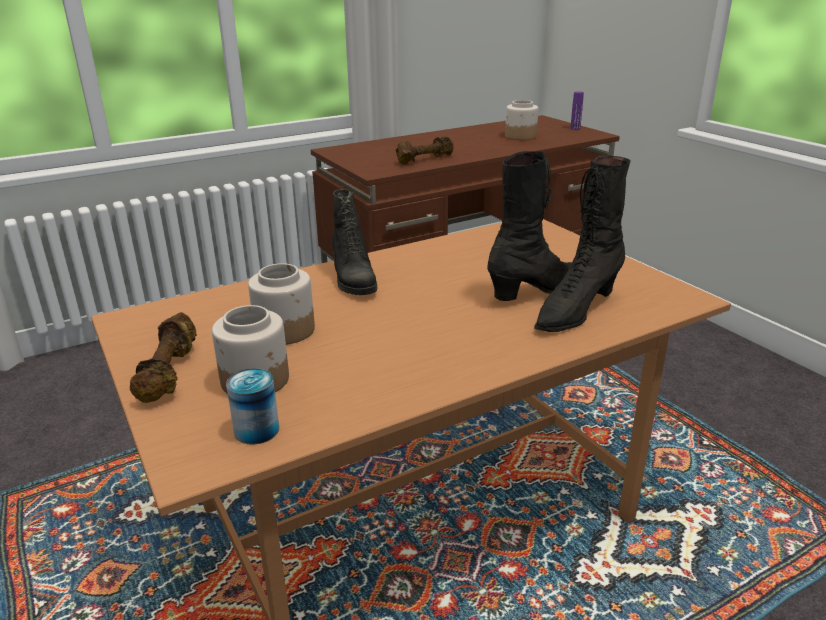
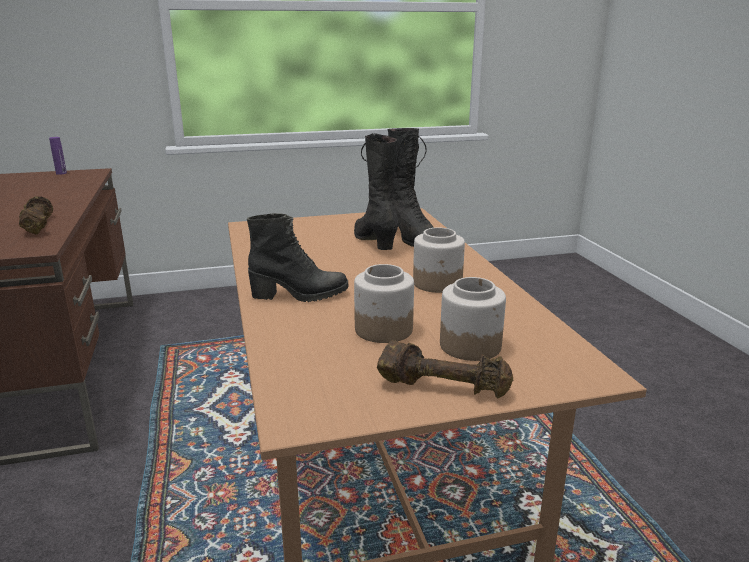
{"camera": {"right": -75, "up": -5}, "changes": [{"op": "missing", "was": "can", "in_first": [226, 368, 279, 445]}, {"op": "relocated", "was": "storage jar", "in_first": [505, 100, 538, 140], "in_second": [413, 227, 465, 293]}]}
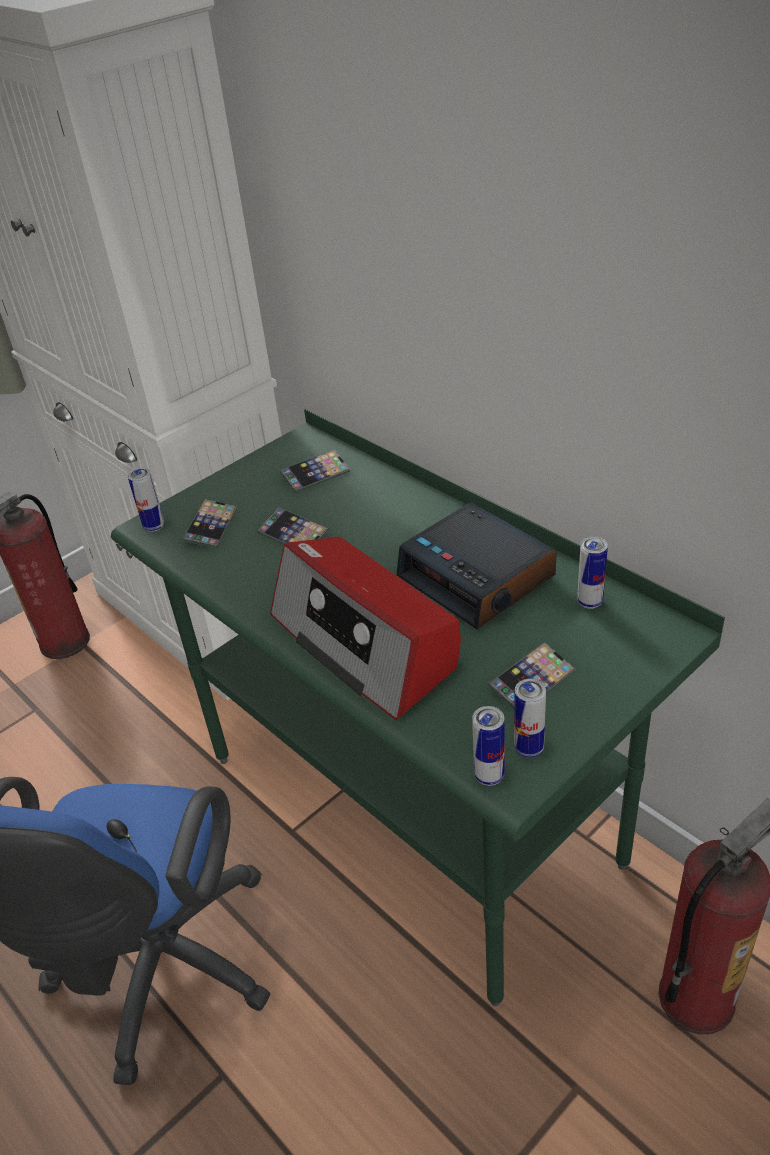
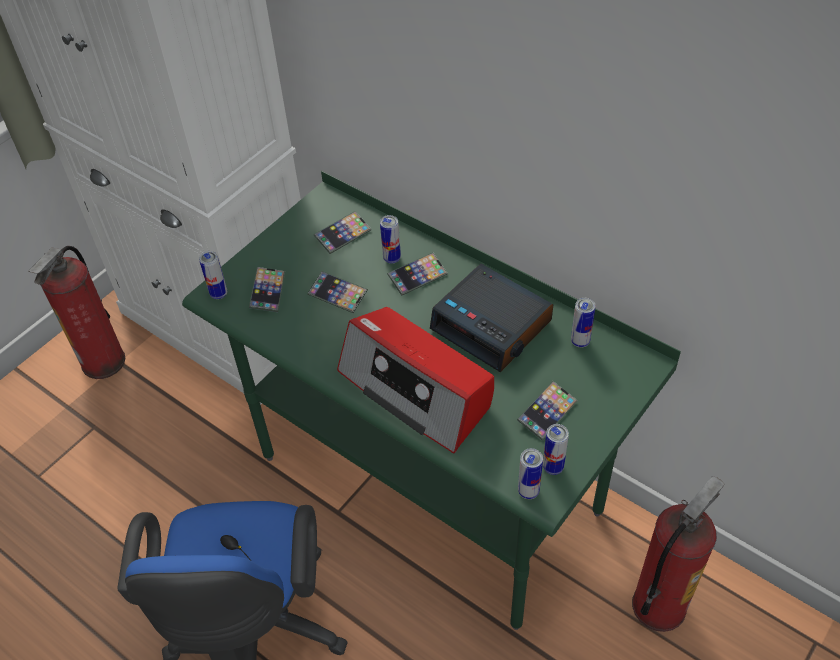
{"camera": {"right": -10, "up": 10}, "changes": [{"op": "appeared", "now": "can", "in_second": [380, 215, 401, 264]}, {"op": "appeared", "now": "phone", "in_second": [387, 252, 448, 296]}]}
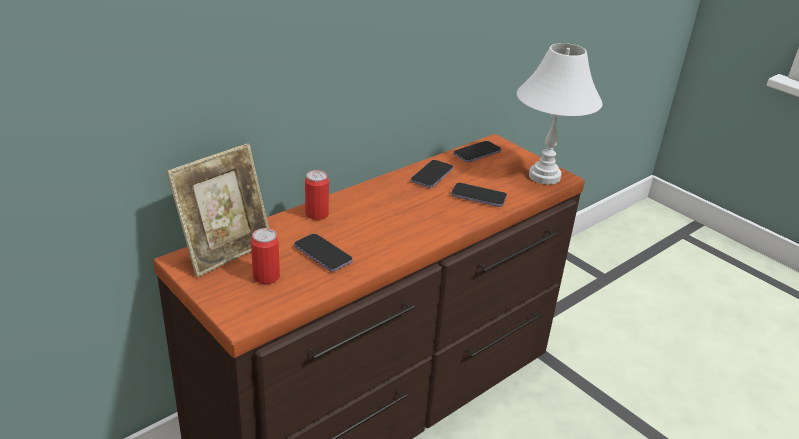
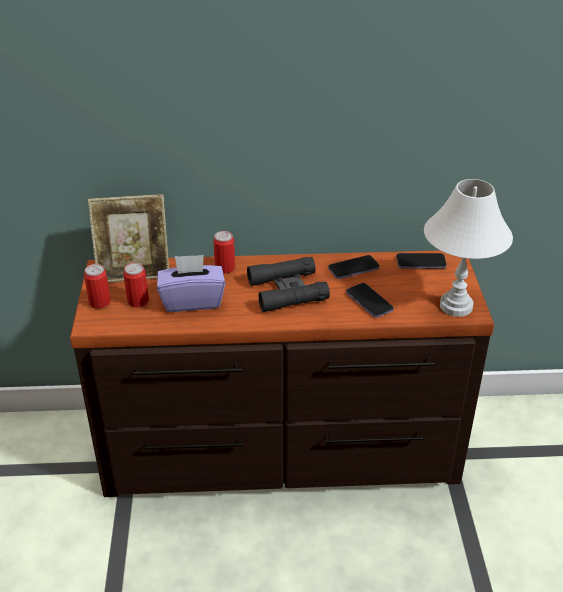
{"camera": {"right": 40, "up": 5}, "changes": [{"op": "appeared", "now": "can", "in_second": [84, 264, 111, 309]}, {"op": "appeared", "now": "blackish binoculars", "in_second": [247, 257, 330, 312]}, {"op": "exchanged", "was": "phone", "now": "purple-coloured tissue box", "in_first": [294, 234, 353, 272], "in_second": [157, 255, 225, 312]}]}
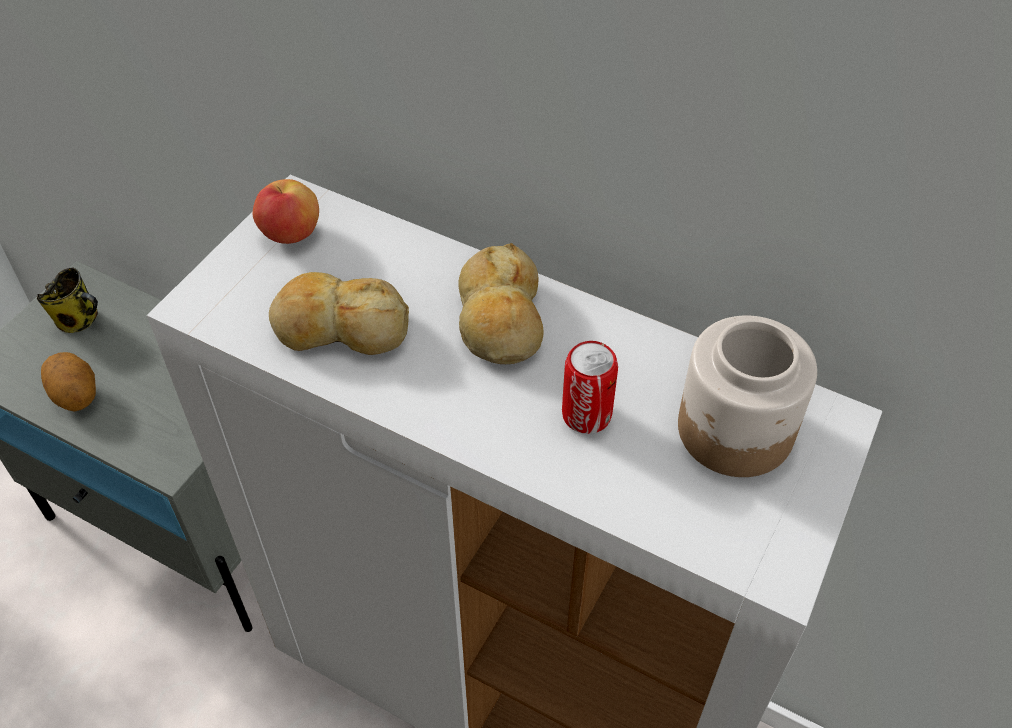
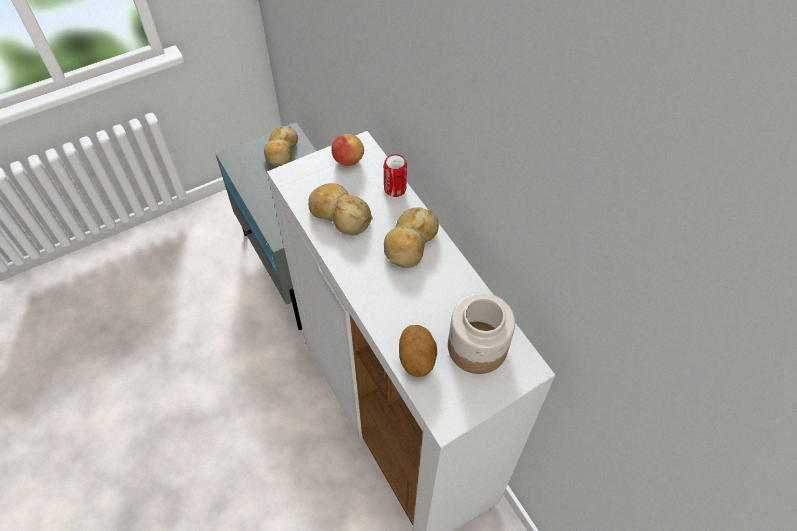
{"camera": {"right": 30, "up": 5}, "changes": [{"op": "relocated", "was": "potato", "in_first": [41, 352, 96, 412], "in_second": [399, 325, 437, 377]}, {"op": "relocated", "was": "can", "in_first": [562, 341, 618, 434], "in_second": [384, 154, 407, 197]}, {"op": "exchanged", "was": "coffee mug", "now": "bread", "in_first": [37, 268, 98, 333], "in_second": [264, 126, 298, 166]}]}
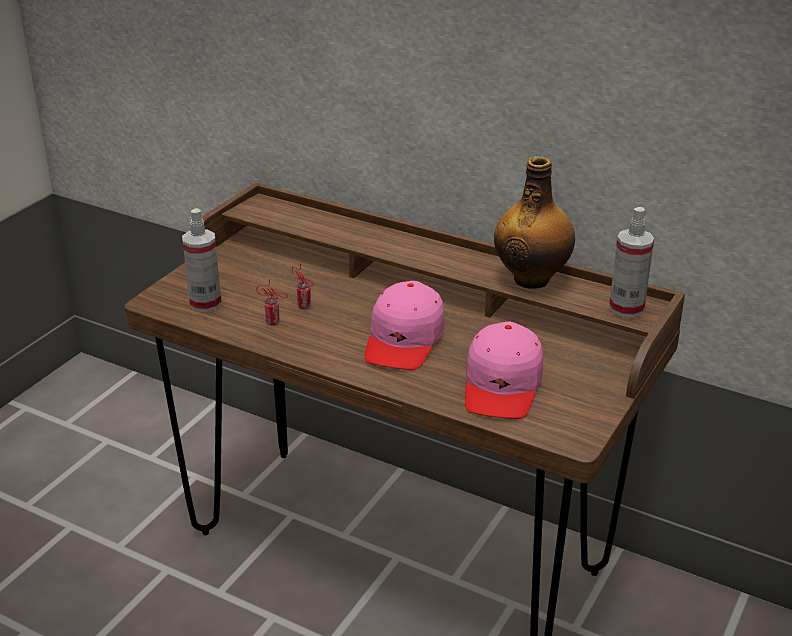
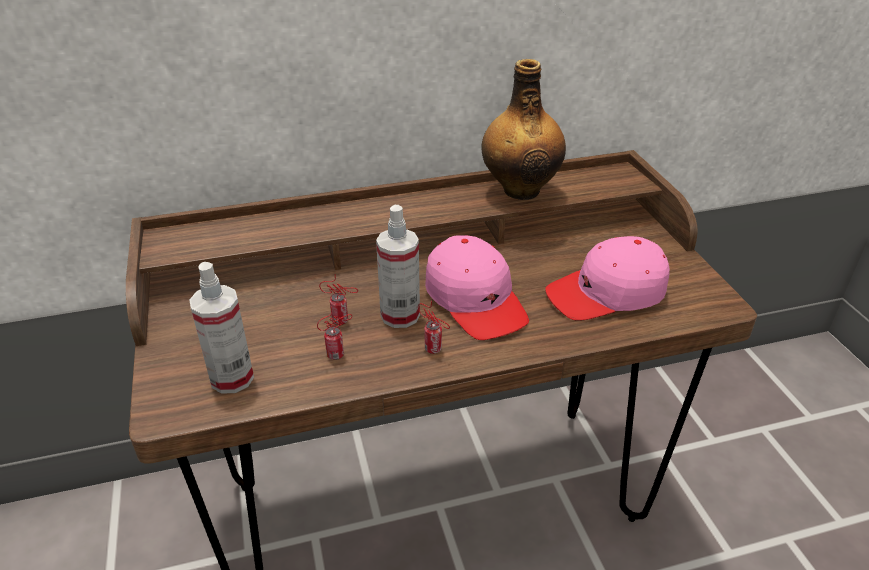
{"camera": {"right": -45, "up": 5}, "changes": [{"op": "appeared", "now": "can", "in_second": [418, 301, 450, 354]}, {"op": "relocated", "was": "sprayer", "in_first": [609, 207, 654, 318], "in_second": [376, 205, 420, 328]}, {"op": "spun", "was": "pink cap", "in_first": [465, 322, 543, 419], "in_second": [545, 236, 670, 320], "clockwise": 105}]}
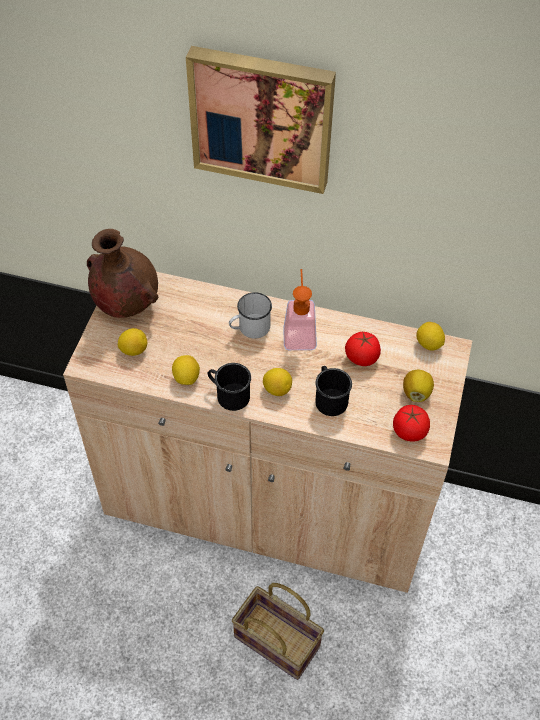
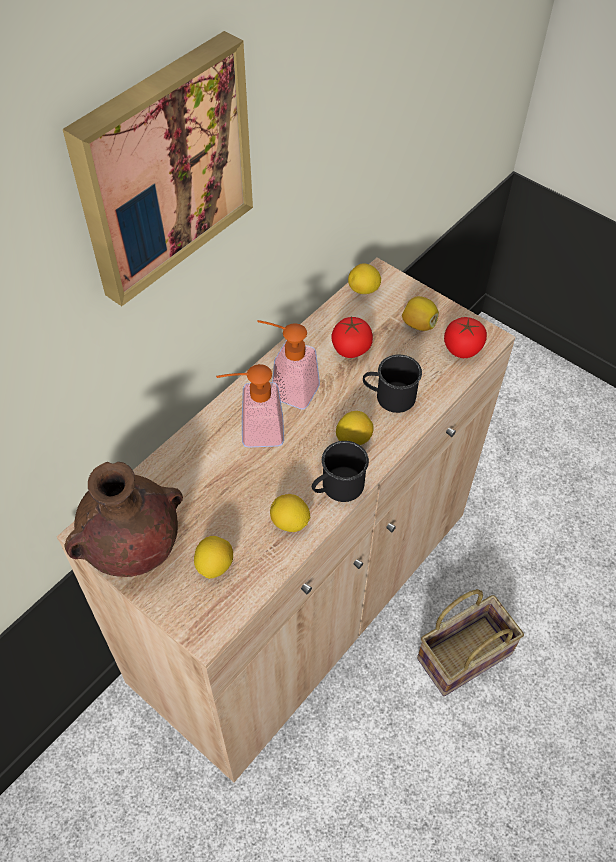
{"camera": {"right": -65, "up": 0}, "changes": [{"op": "exchanged", "was": "white coffee mug", "now": "soap dispenser", "in_first": [229, 292, 272, 339], "in_second": [216, 364, 284, 448]}]}
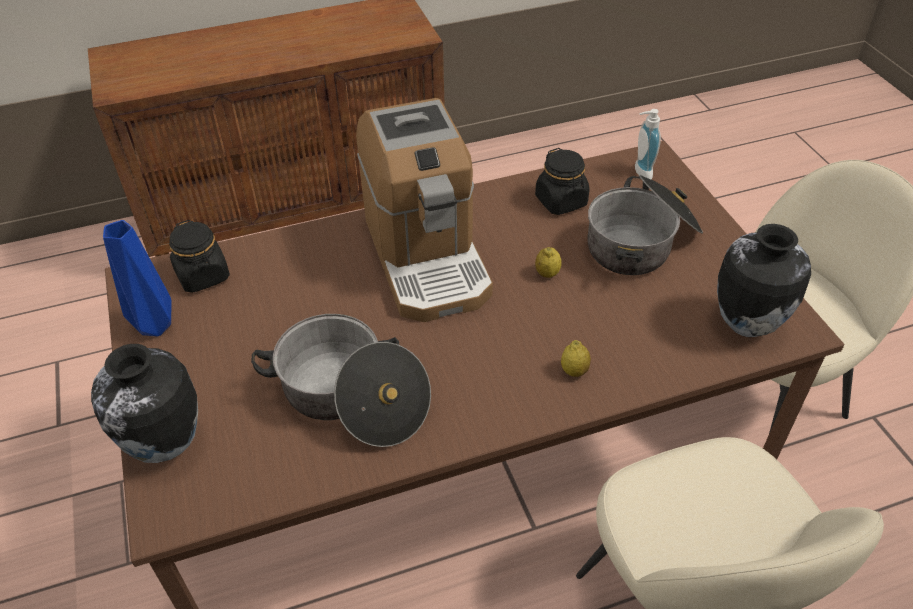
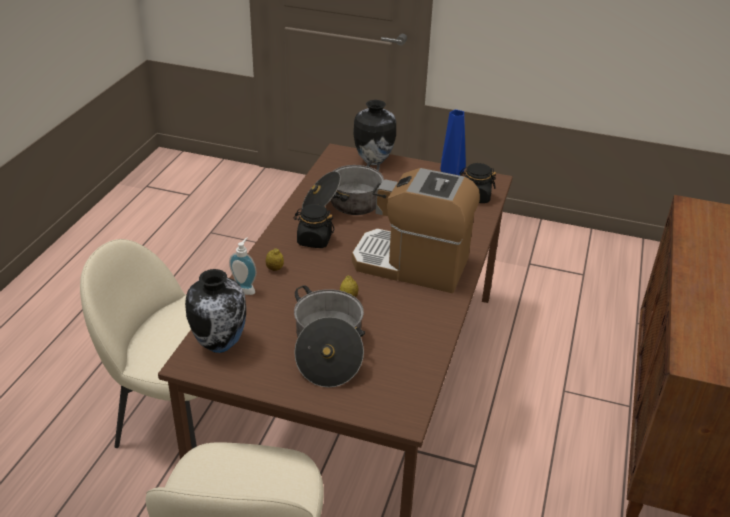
{"camera": {"right": 125, "up": -10}, "changes": [{"op": "relocated", "was": "blackish storage jar", "in_first": [535, 148, 590, 215], "in_second": [293, 204, 334, 248]}, {"op": "relocated", "was": "soap dispenser", "in_first": [635, 109, 661, 179], "in_second": [229, 238, 257, 295]}]}
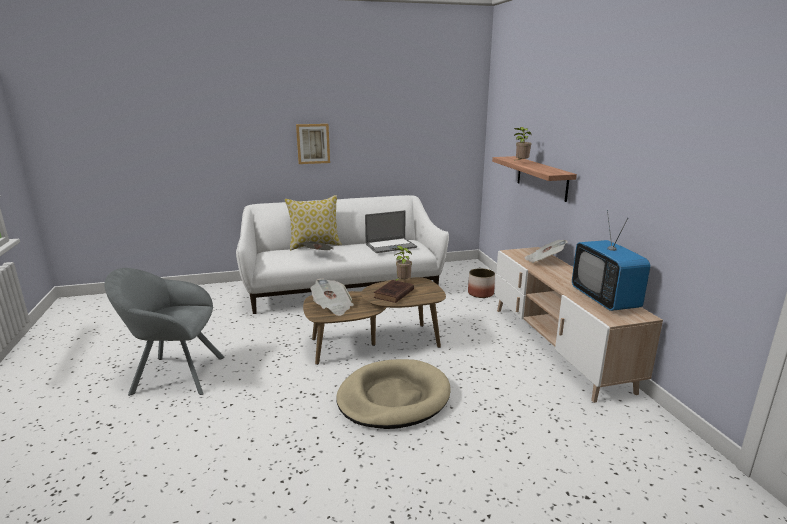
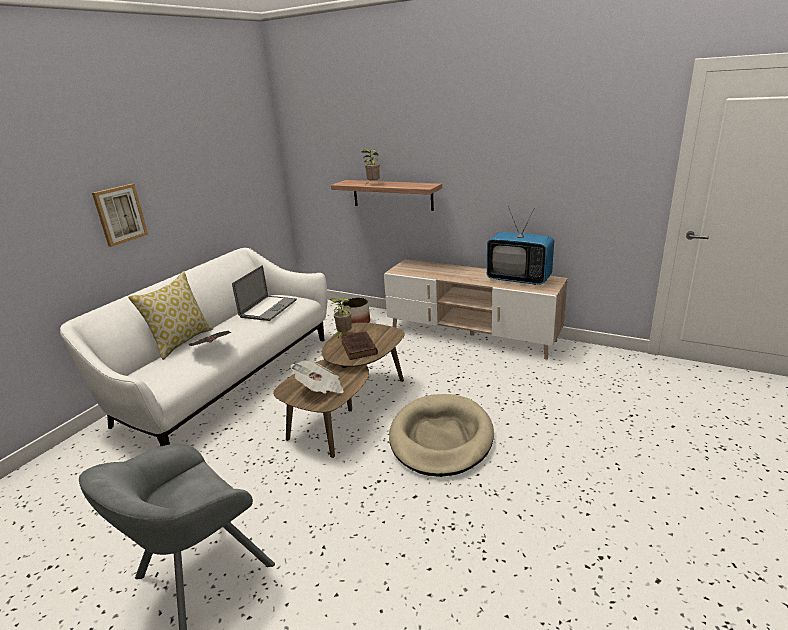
{"camera": {"right": -45, "up": 5}, "changes": [{"op": "missing", "was": "printed paper", "in_first": [524, 240, 568, 263]}]}
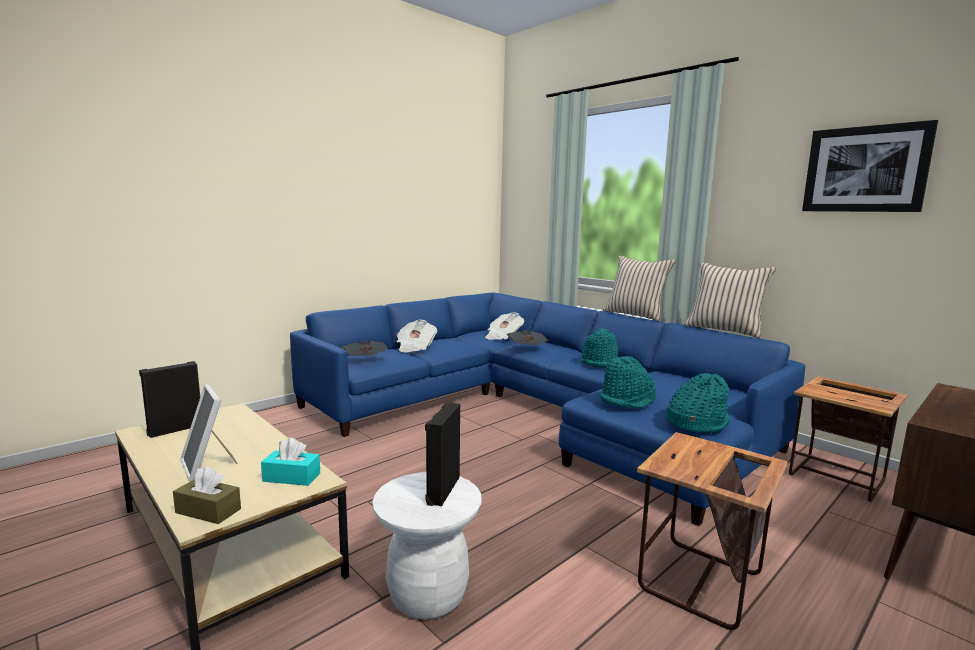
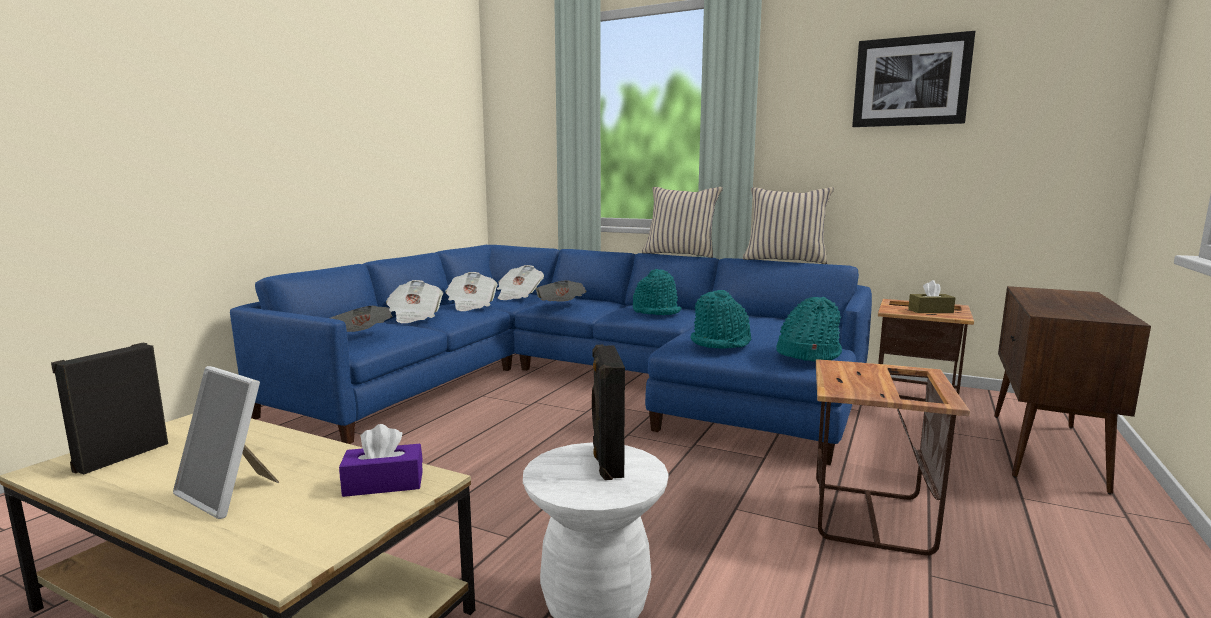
{"camera": {"right": -20, "up": 0}, "changes": [{"op": "appeared", "now": "printed paper", "in_second": [445, 272, 498, 311]}, {"op": "relocated", "was": "brown tissue box", "in_first": [173, 466, 241, 524], "in_second": [908, 280, 955, 313]}, {"op": "colour", "was": "turquoise-coloured tissue box", "now": "purple-coloured tissue box", "in_first": [261, 438, 320, 486], "in_second": [339, 424, 423, 497]}]}
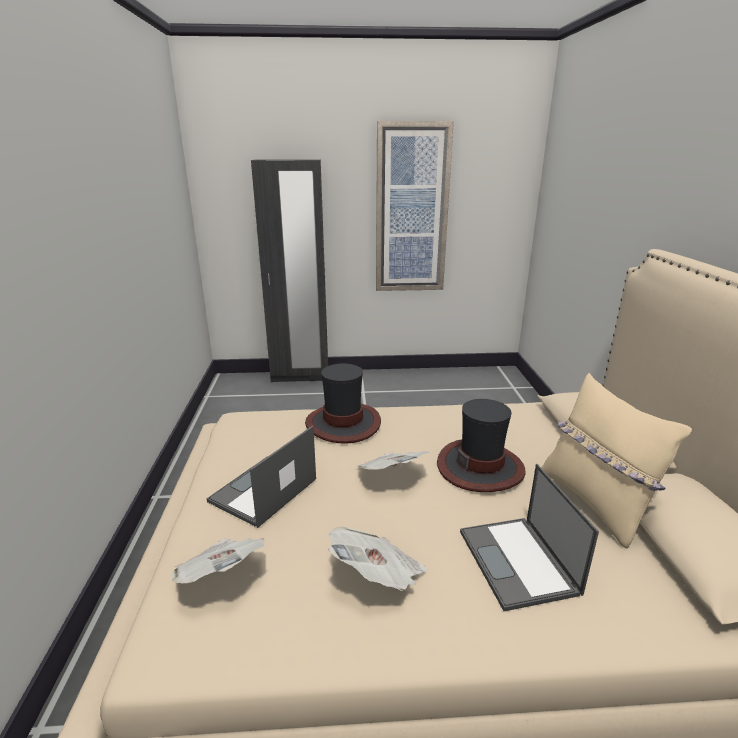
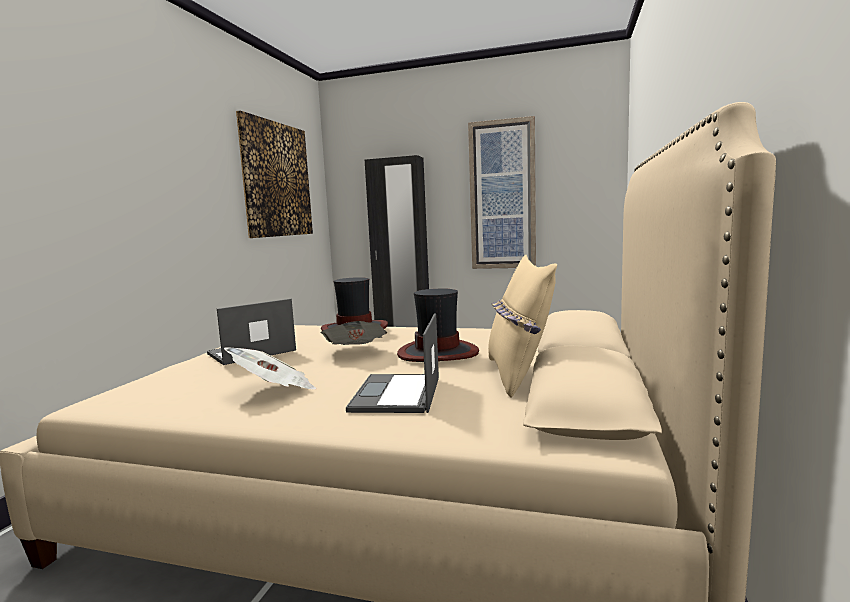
{"camera": {"right": 20, "up": -15}, "changes": [{"op": "missing", "was": "printed paper", "in_first": [172, 538, 265, 583]}, {"op": "appeared", "now": "picture", "in_second": [236, 111, 313, 238]}]}
